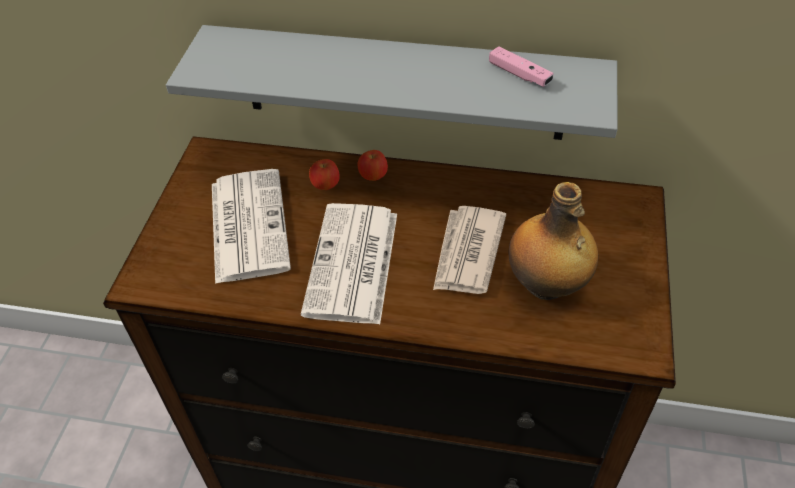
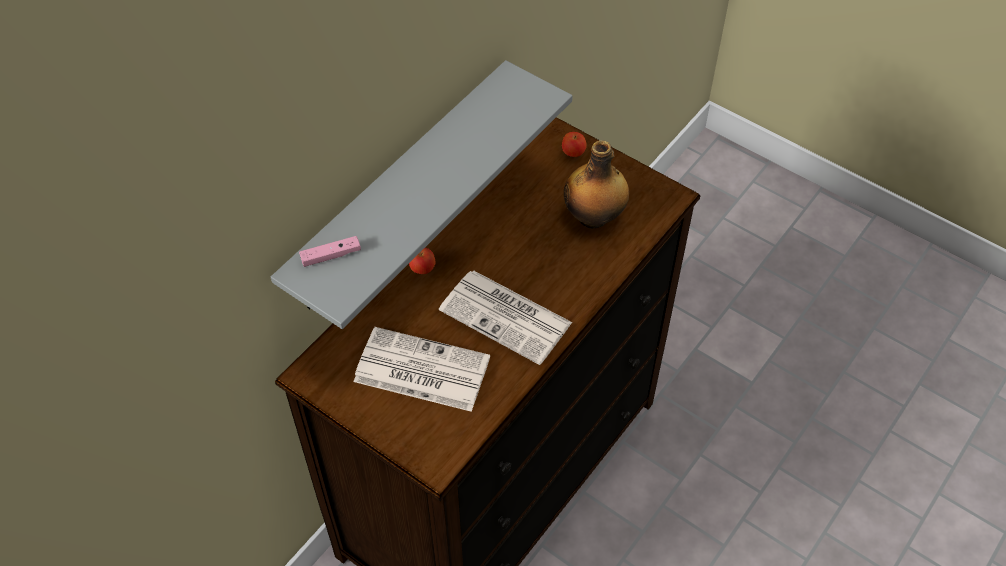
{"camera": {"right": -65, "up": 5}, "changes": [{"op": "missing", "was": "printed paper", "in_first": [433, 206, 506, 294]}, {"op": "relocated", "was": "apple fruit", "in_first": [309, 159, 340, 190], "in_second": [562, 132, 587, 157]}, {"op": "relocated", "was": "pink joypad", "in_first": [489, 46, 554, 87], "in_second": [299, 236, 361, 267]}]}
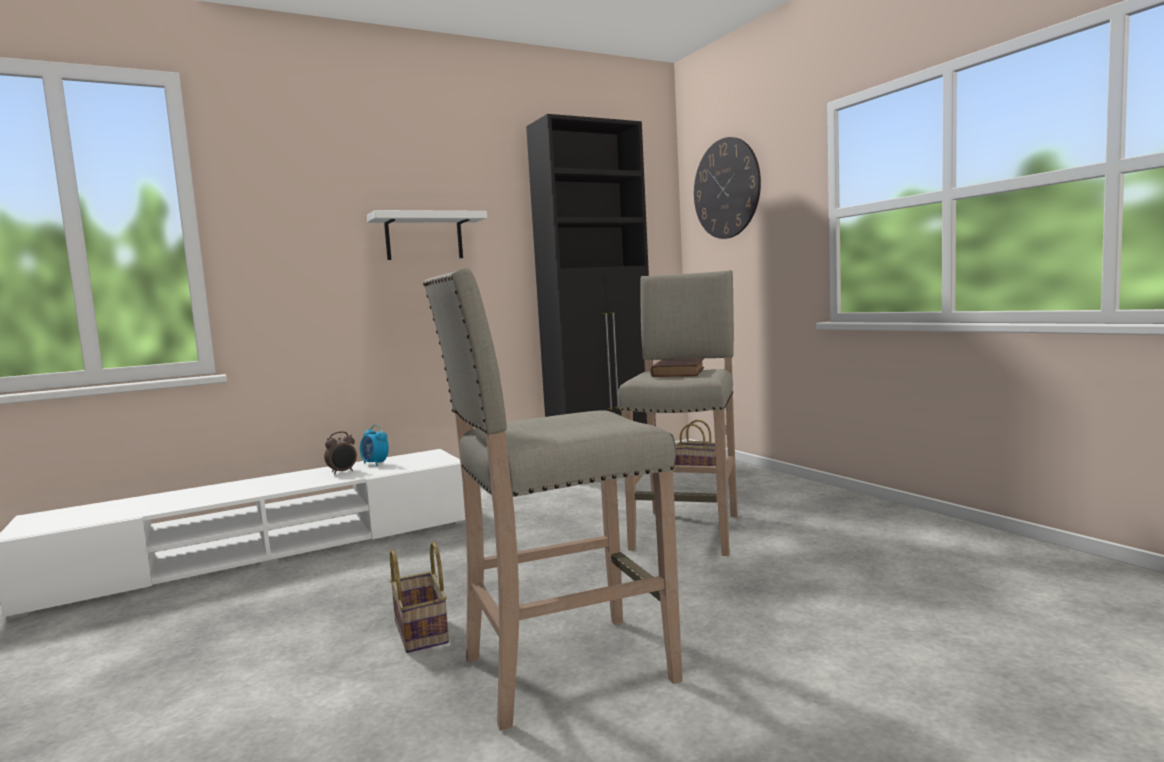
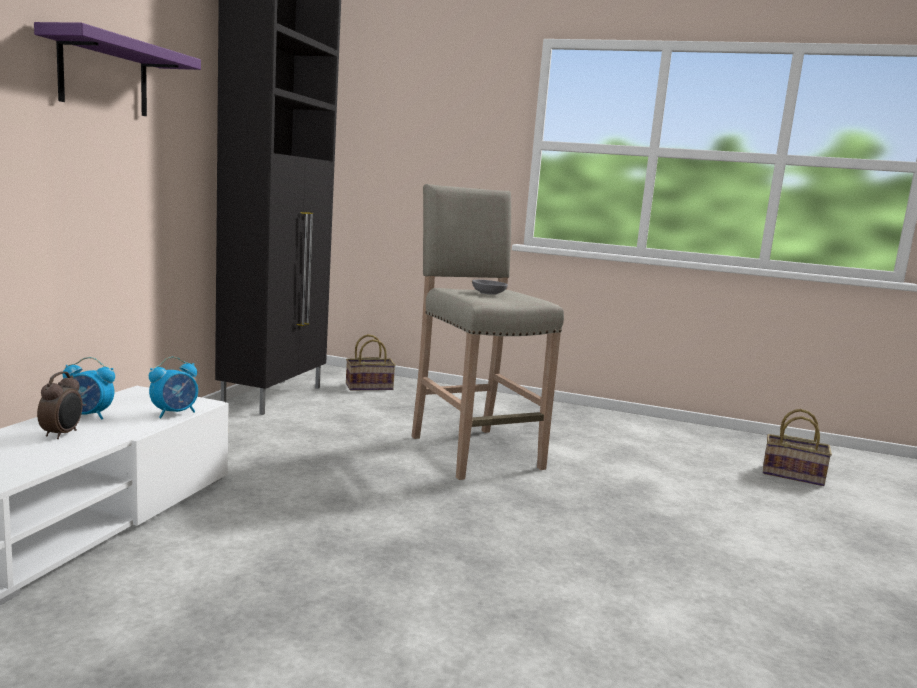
{"camera": {"right": -45, "up": 5}, "changes": [{"op": "missing", "was": "beige-coloured stool seat", "in_first": [423, 268, 683, 731]}, {"op": "missing", "was": "wall clock", "in_first": [694, 137, 761, 239]}, {"op": "appeared", "now": "table clock", "in_second": [149, 357, 198, 418]}, {"op": "relocated", "was": "storage basket", "in_first": [390, 542, 449, 653], "in_second": [763, 409, 832, 486]}, {"op": "exchanged", "was": "brown volume", "now": "grey deep dish", "in_first": [650, 358, 704, 377], "in_second": [472, 280, 508, 295]}, {"op": "colour", "was": "white bracket shelf", "now": "purple-coloured bracket shelf", "in_first": [367, 210, 487, 260], "in_second": [34, 22, 201, 116]}]}
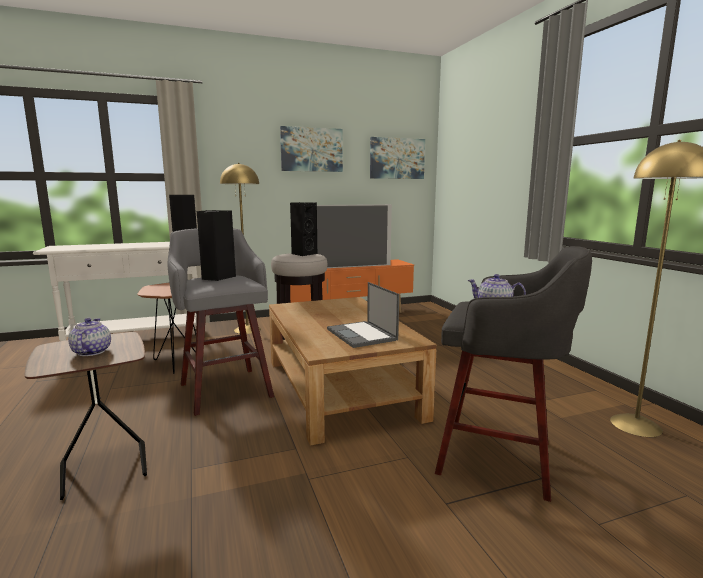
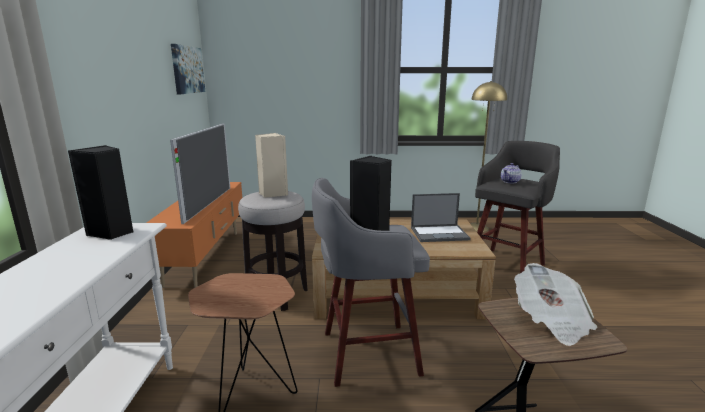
{"camera": {"right": -70, "up": 5}, "changes": [{"op": "missing", "was": "yellowish floor lamp", "in_first": [220, 163, 261, 334]}, {"op": "missing", "was": "picture", "in_first": [280, 126, 343, 172]}, {"op": "exchanged", "was": "tea pot", "now": "printed paper", "in_first": [68, 318, 111, 356], "in_second": [514, 263, 598, 346]}, {"op": "colour", "was": "blackish speaker", "now": "beige-coloured speaker", "in_first": [290, 202, 317, 256], "in_second": [255, 133, 288, 197]}]}
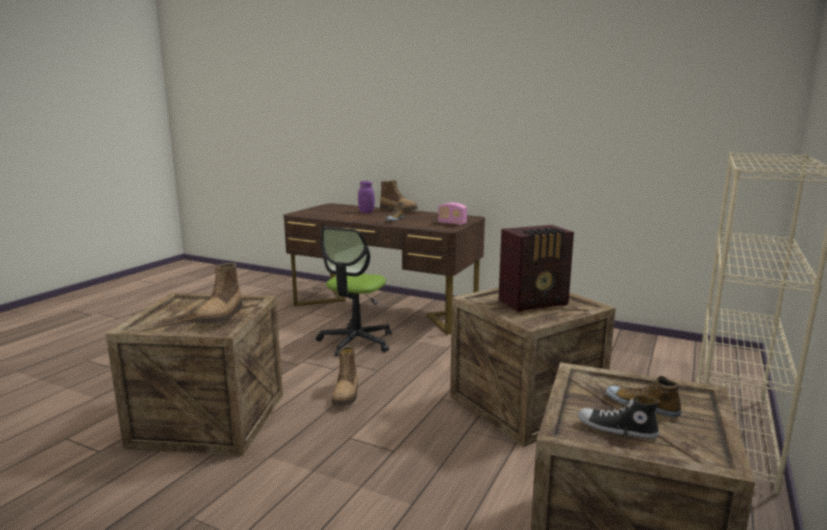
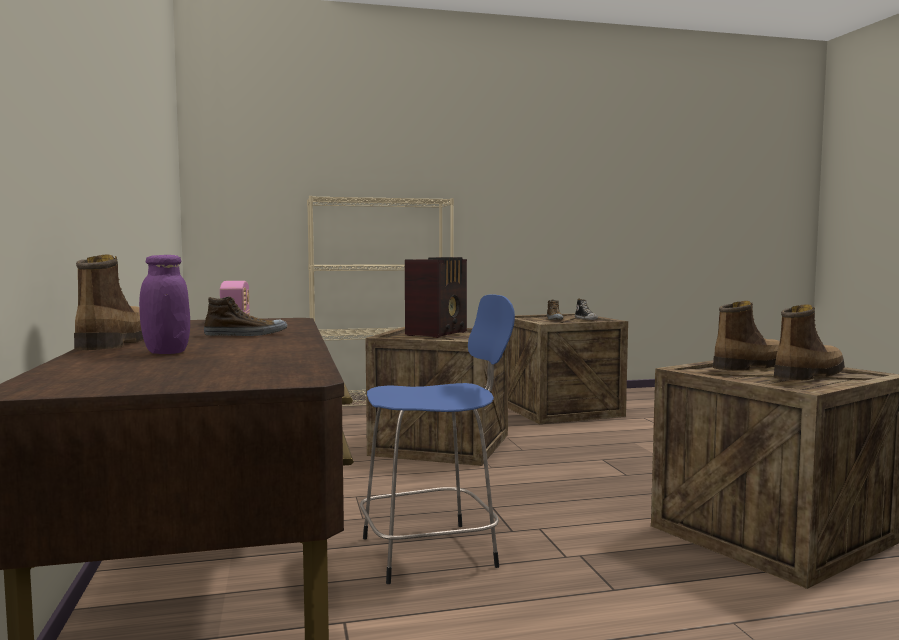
{"camera": {"right": -130, "up": -10}, "changes": [{"op": "relocated", "was": "high-top boot", "in_first": [332, 346, 358, 406], "in_second": [774, 304, 845, 380]}, {"op": "exchanged", "was": "desk chair", "now": "bluish stool seat", "in_first": [316, 227, 391, 357], "in_second": [360, 295, 515, 584]}, {"op": "spun", "was": "radio set", "in_first": [499, 225, 574, 312], "in_second": [405, 257, 467, 338], "clockwise": 90}]}
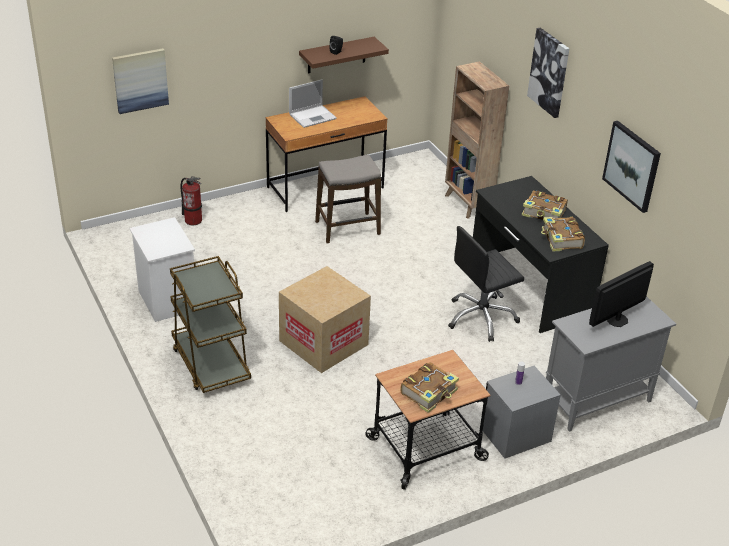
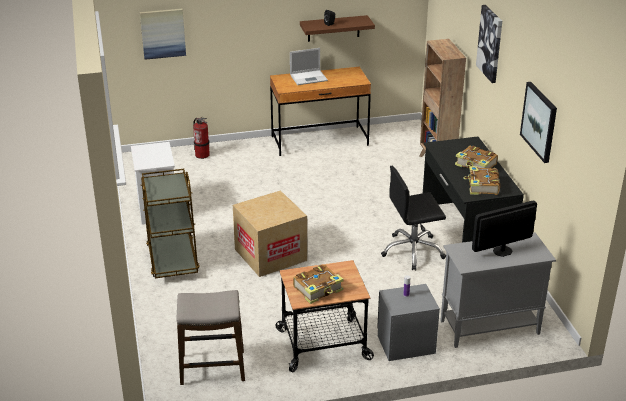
{"camera": {"right": 15, "up": -5}, "changes": [{"op": "relocated", "was": "stool seat", "in_first": [315, 155, 381, 243], "in_second": [177, 290, 245, 385]}]}
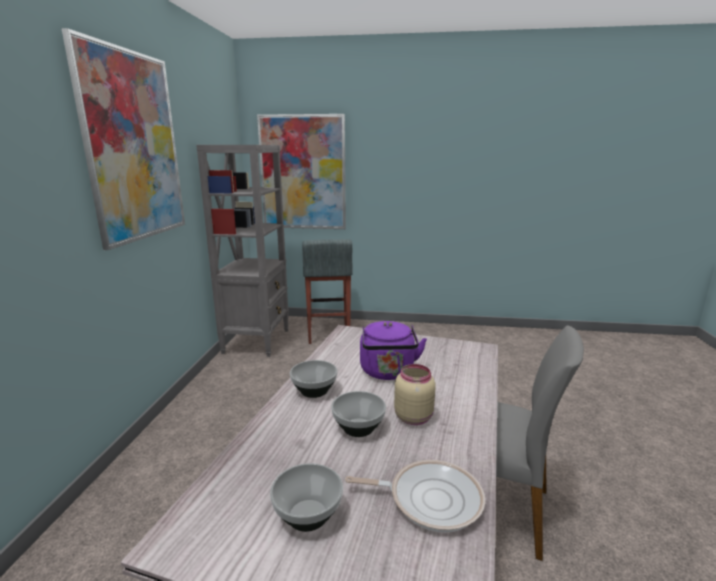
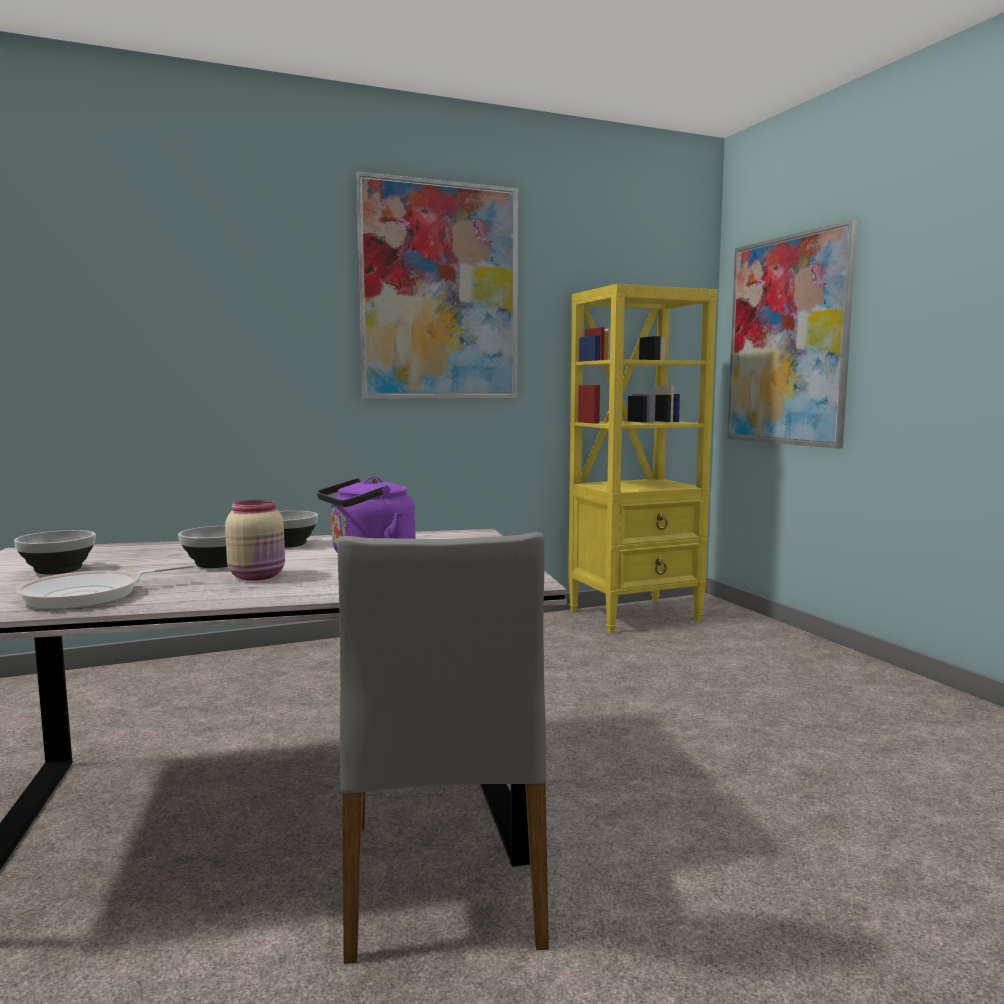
{"camera": {"right": 60, "up": -10}, "changes": [{"op": "missing", "was": "grey stool seat", "in_first": [302, 239, 352, 344]}, {"op": "colour", "was": "grey bookshelf", "now": "yellowish bookshelf", "in_first": [196, 145, 289, 357], "in_second": [568, 284, 718, 633]}, {"op": "spun", "was": "skillet", "in_first": [345, 460, 485, 532], "in_second": [15, 564, 195, 609], "clockwise": 75}]}
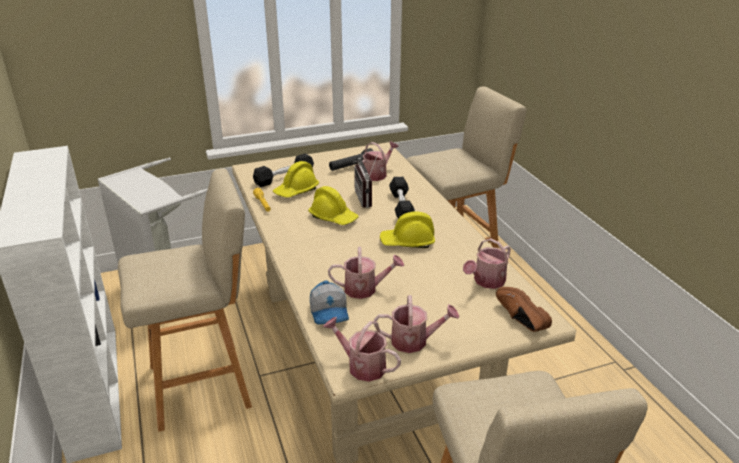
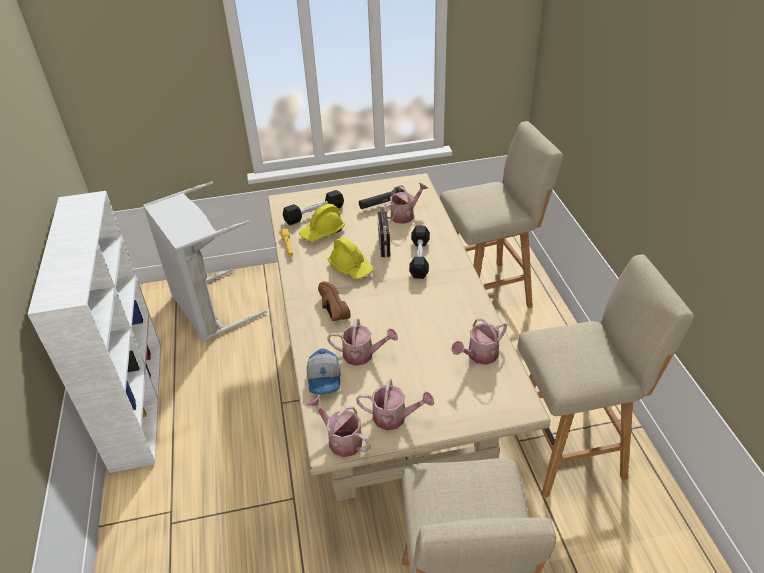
{"camera": {"right": 10, "up": 10}, "changes": [{"op": "missing", "was": "yellowish safety helmet", "in_first": [380, 211, 435, 248]}, {"op": "relocated", "was": "beige-coloured stool seat", "in_first": [118, 168, 252, 432], "in_second": [518, 255, 694, 497]}, {"op": "relocated", "was": "brown shoe", "in_first": [496, 287, 552, 332], "in_second": [318, 281, 351, 321]}]}
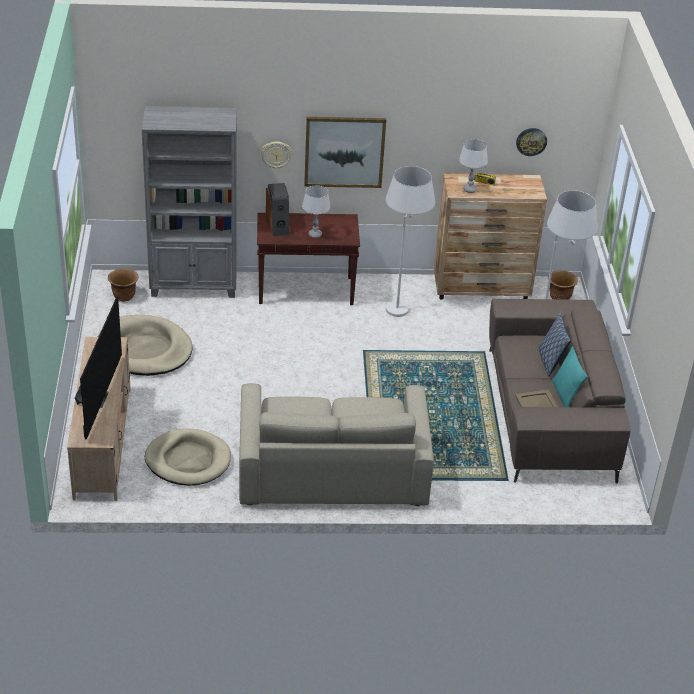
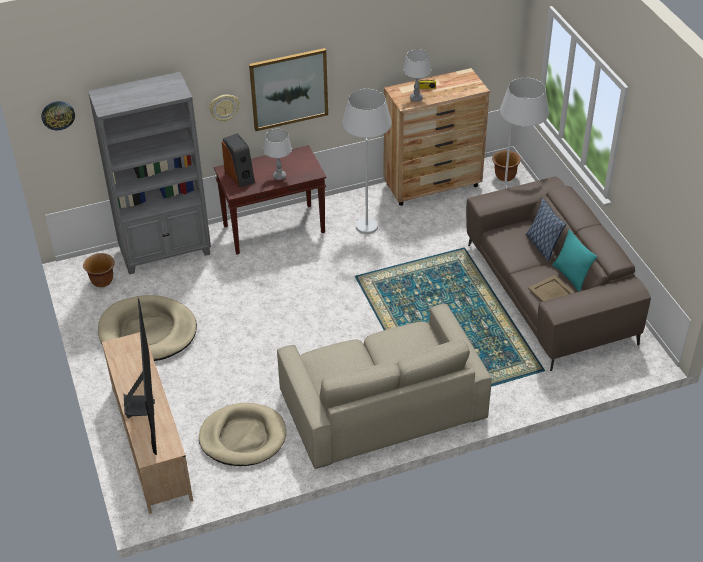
{"camera": {"right": -15, "up": 5}, "changes": [{"op": "relocated", "was": "wall clock", "in_first": [516, 128, 547, 156], "in_second": [41, 101, 75, 130]}]}
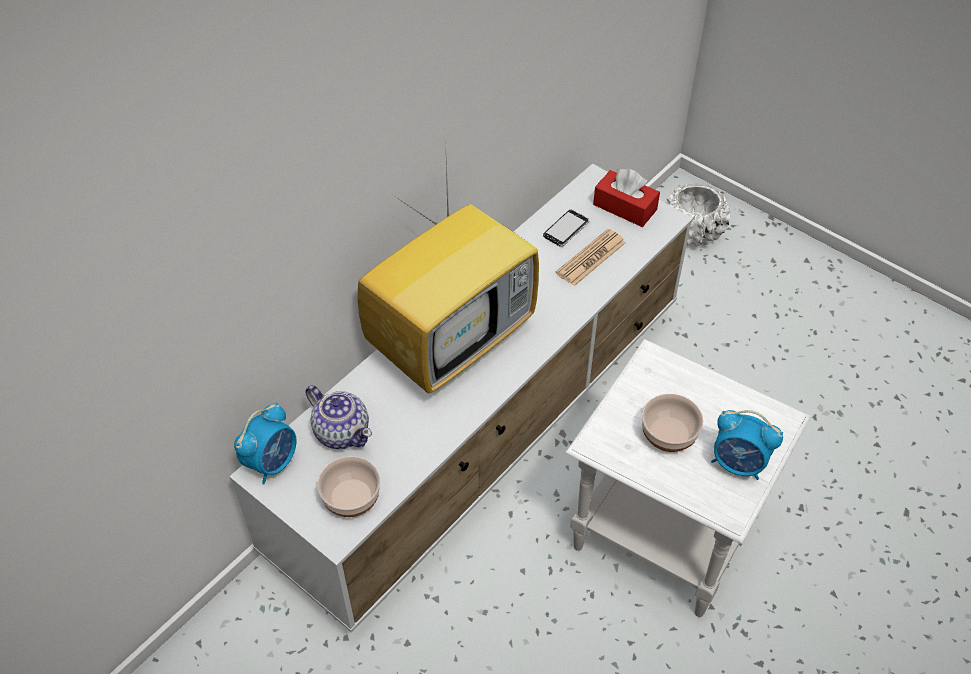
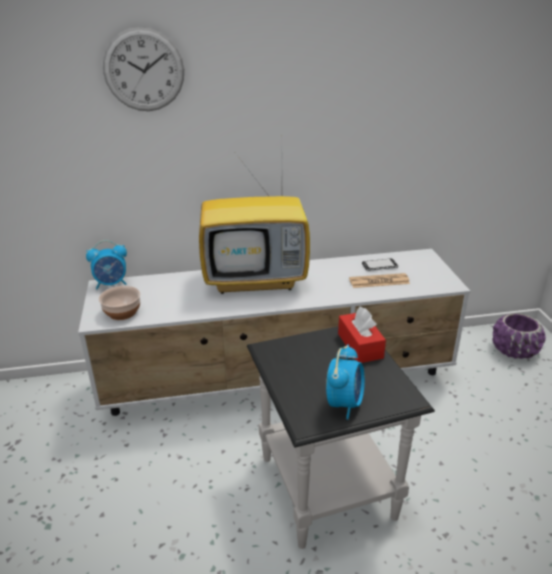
{"camera": {"right": 40, "up": -20}, "changes": [{"op": "missing", "was": "tea pot", "in_first": [305, 385, 372, 449]}, {"op": "missing", "was": "deep dish", "in_first": [642, 394, 703, 452]}, {"op": "appeared", "now": "wall clock", "in_second": [103, 27, 184, 111]}, {"op": "relocated", "was": "reddish tissue box", "in_first": [593, 169, 660, 227], "in_second": [338, 307, 386, 363]}, {"op": "colour", "was": "white end table", "now": "blackish end table", "in_first": [565, 339, 811, 617], "in_second": [247, 327, 435, 549]}, {"op": "colour", "was": "white plant pot", "now": "purple-coloured plant pot", "in_first": [664, 183, 730, 247], "in_second": [492, 314, 546, 359]}, {"op": "spun", "was": "table clock", "in_first": [711, 410, 783, 480], "in_second": [326, 344, 365, 420], "clockwise": -135}]}
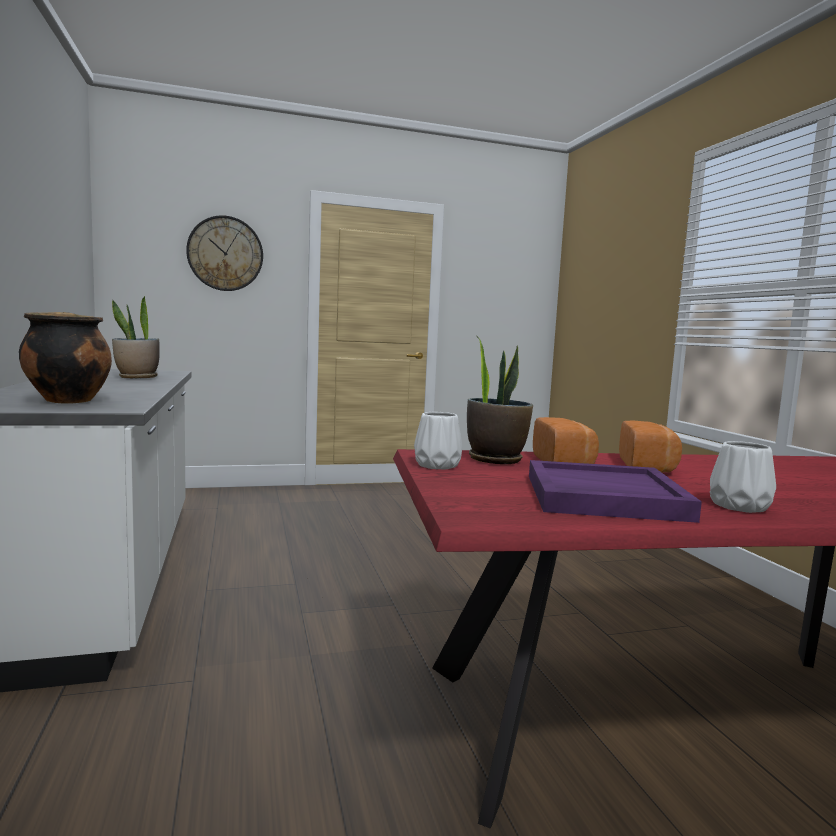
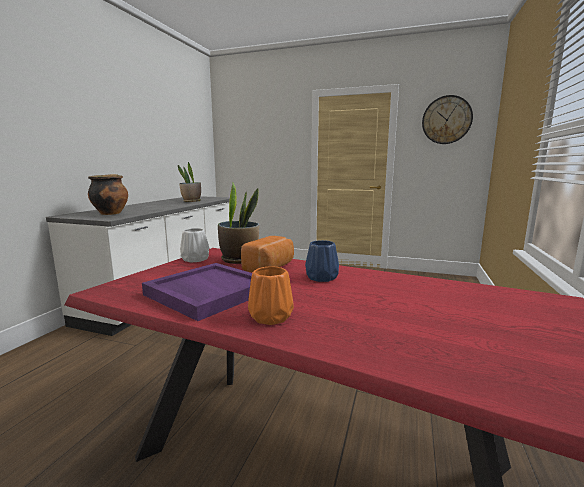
{"camera": {"right": 35, "up": 5}, "changes": [{"op": "relocated", "was": "wall clock", "in_first": [186, 215, 263, 291], "in_second": [422, 95, 473, 144]}, {"op": "exchanged", "was": "bread", "now": "bluish decorative vase", "in_first": [619, 421, 682, 473], "in_second": [305, 240, 339, 282]}, {"op": "colour", "was": "white decorative vase", "now": "orange decorative vase", "in_first": [710, 441, 776, 513], "in_second": [248, 267, 294, 325]}]}
